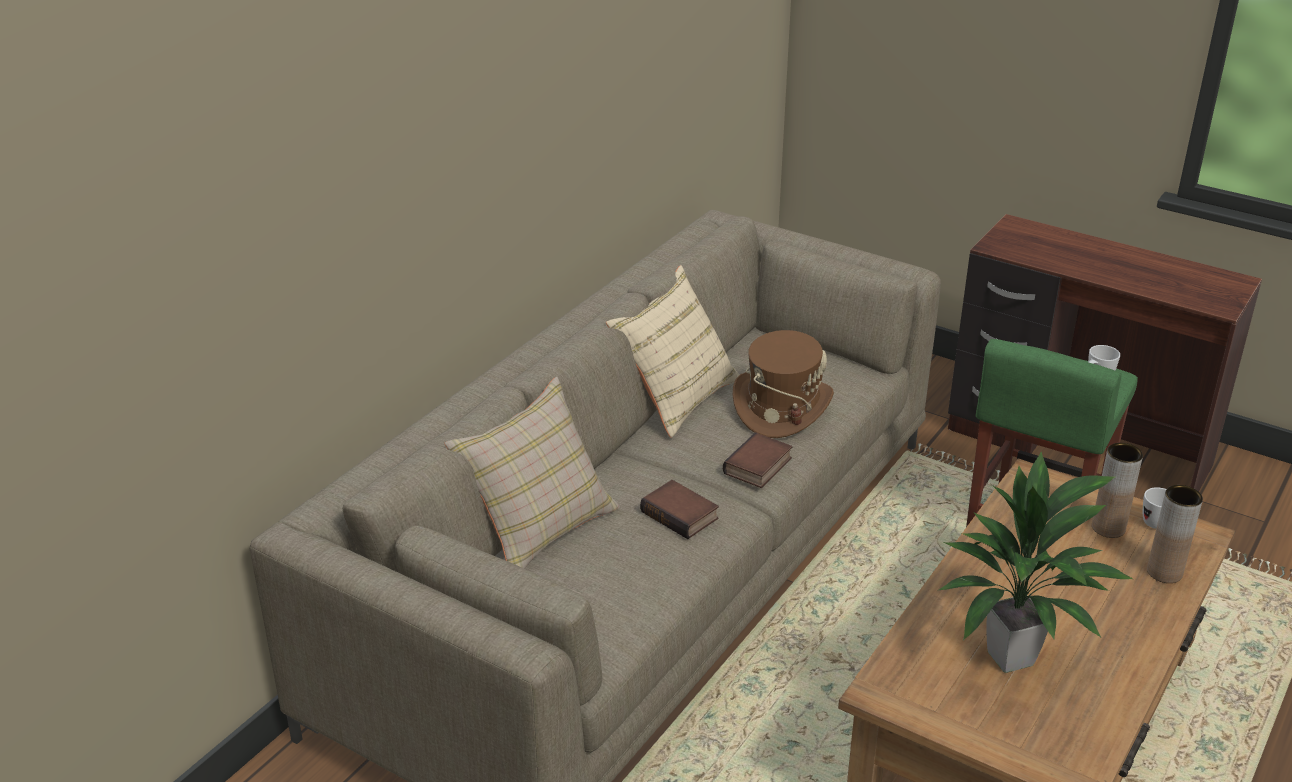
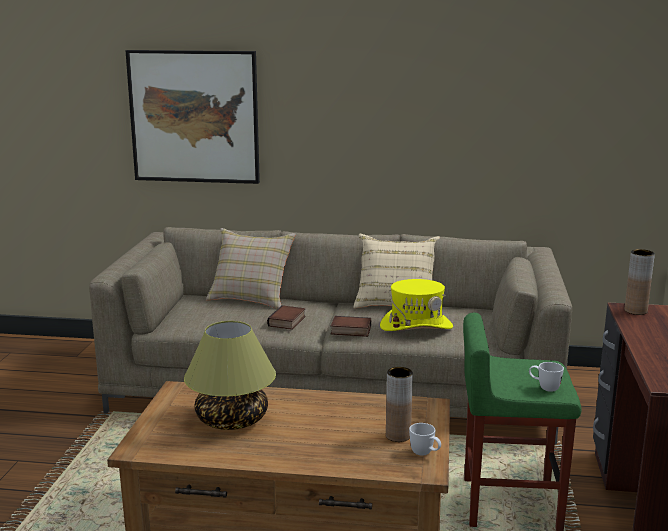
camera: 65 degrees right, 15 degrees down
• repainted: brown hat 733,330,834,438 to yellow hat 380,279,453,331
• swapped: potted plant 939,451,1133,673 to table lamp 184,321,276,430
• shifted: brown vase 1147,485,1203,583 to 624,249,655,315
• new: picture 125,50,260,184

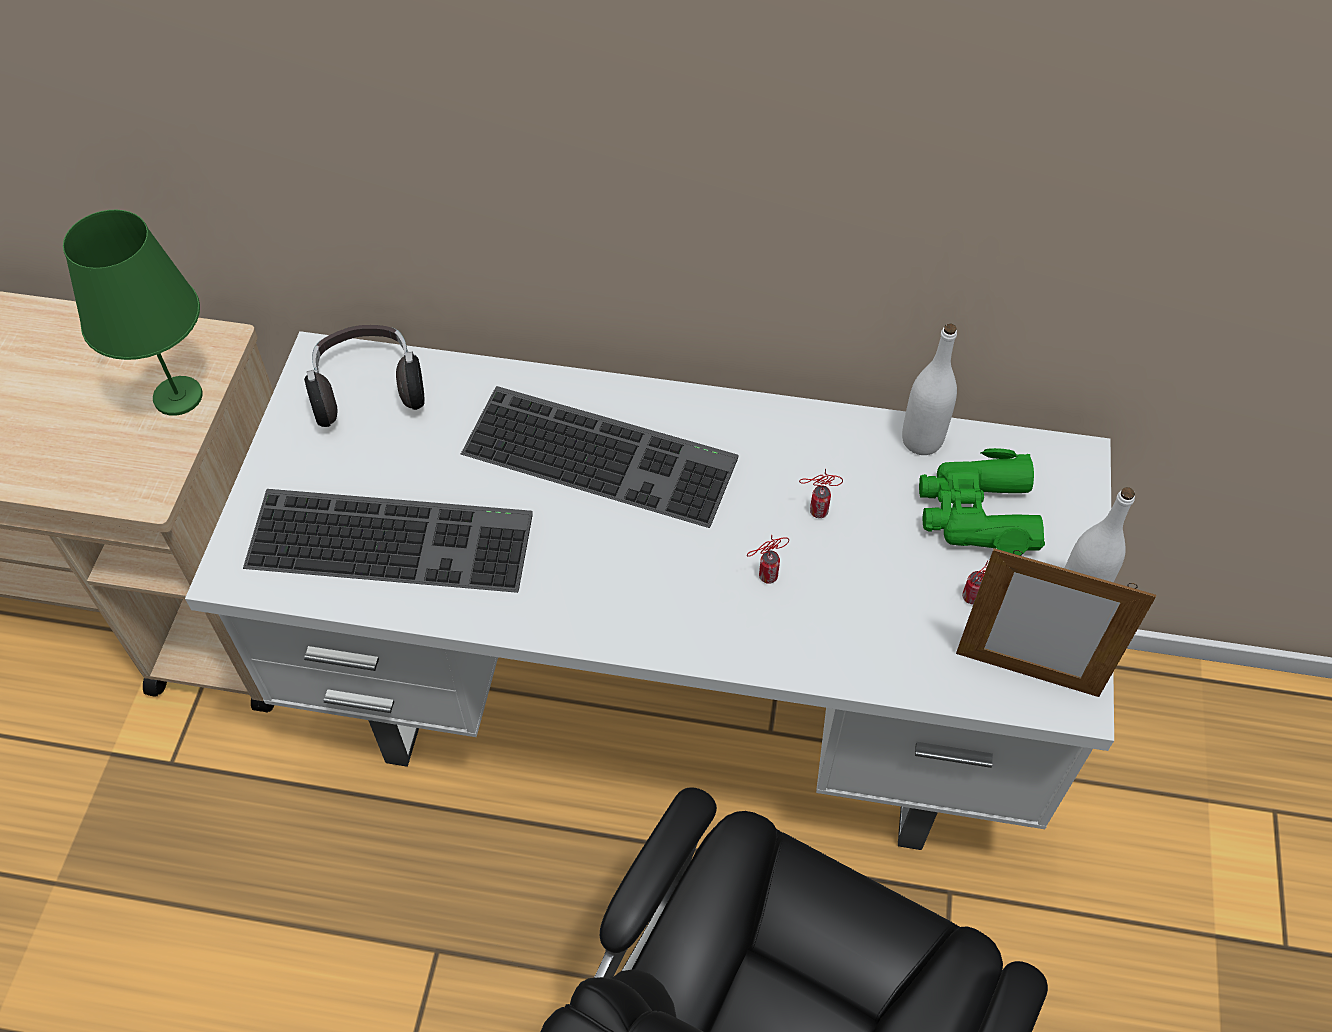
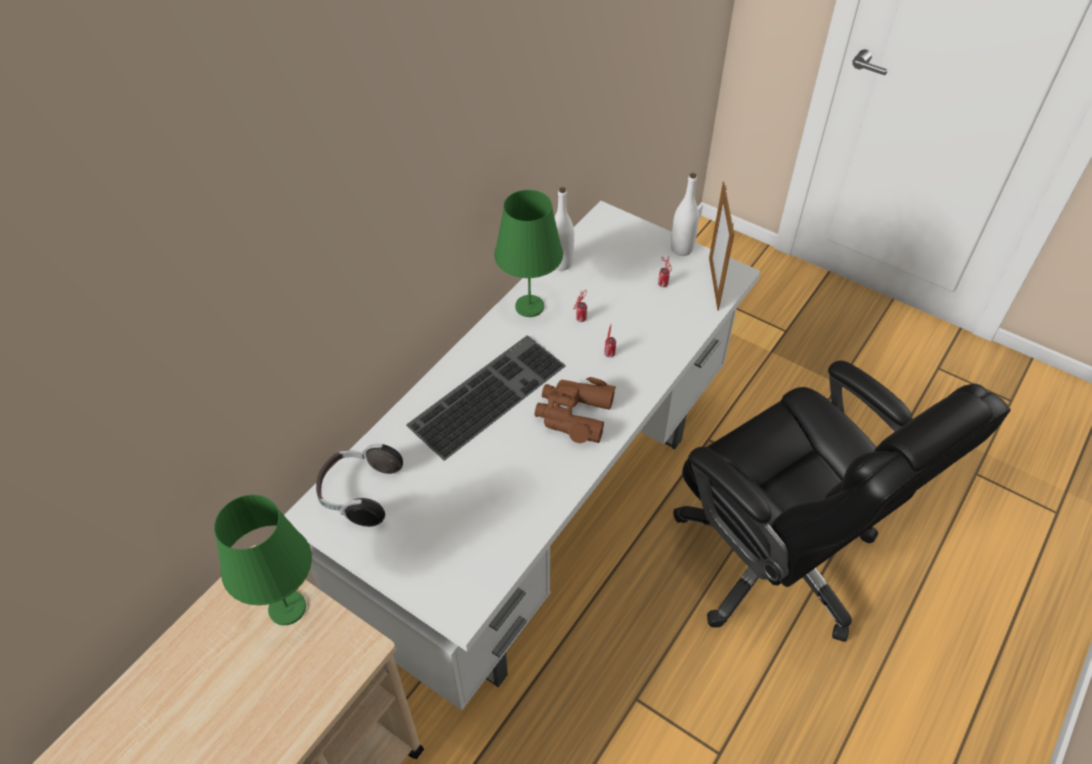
camera: 65 degrees left, 5 degrees down
• gone: green binoculars 919,448,1045,555
• gone: keyboard 243,489,533,593
• rotated: picture frame 956,548,1156,697 = 709,182,734,311 135 degrees clockwise
• new: green table lamp 494,190,563,317
• new: brown binoculars 534,377,616,443

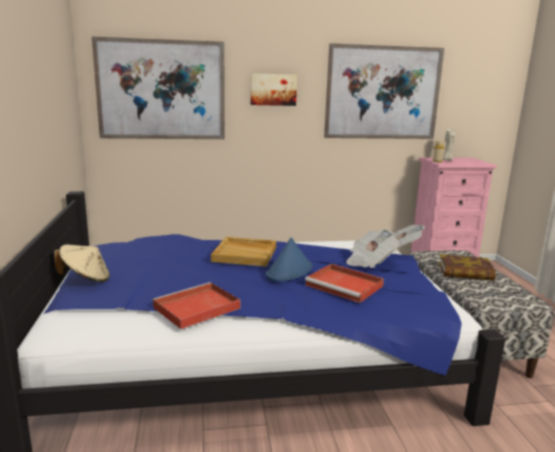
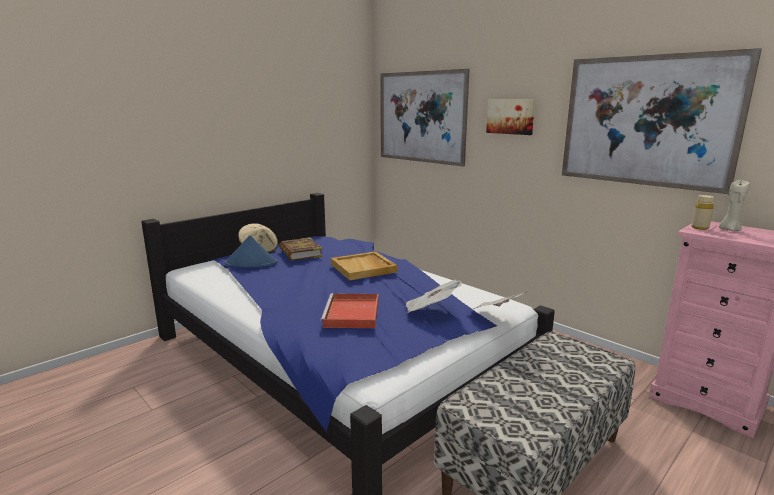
camera: 55 degrees right, 0 degrees up
• shifted: blue hat 266,237,312,281 to 224,235,278,267
• shifted: book 439,254,496,281 to 279,238,323,261
• gone: red tray 152,282,241,329

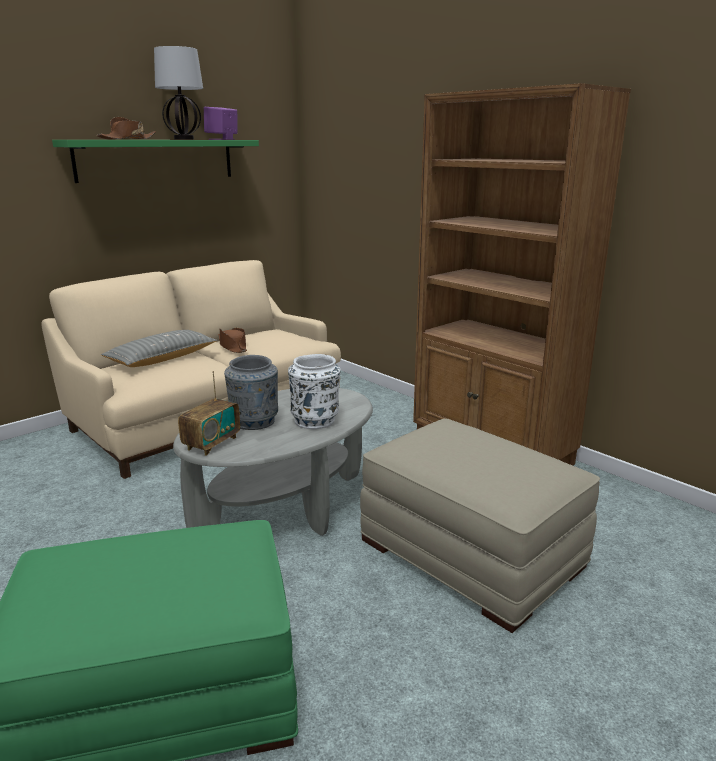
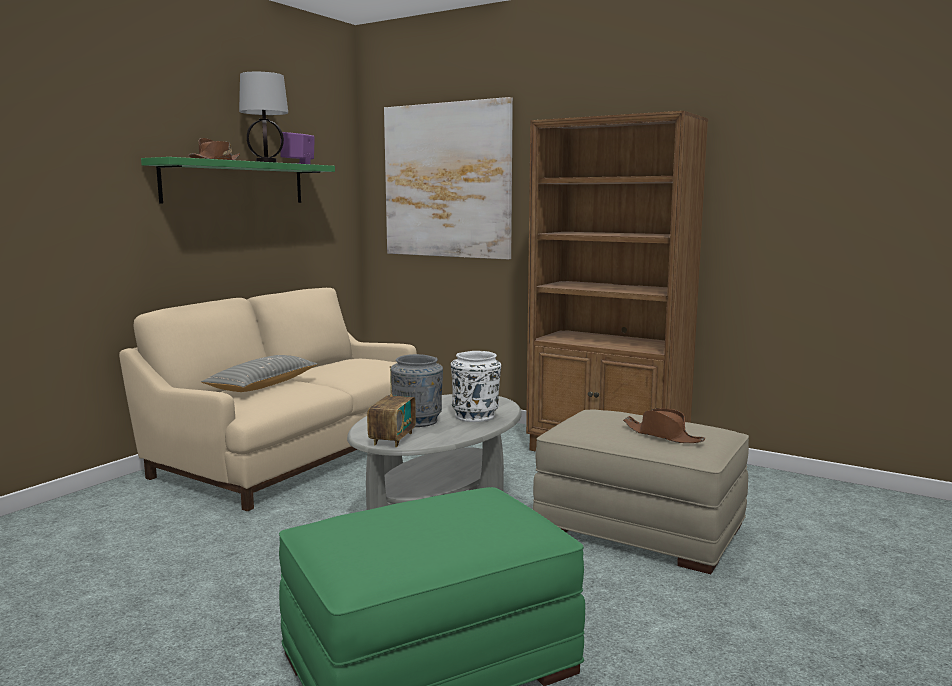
camera: 15 degrees left, 10 degrees down
• shifted: brown hat 218,328,247,353 to 623,408,705,443
• new: picture 384,97,513,259

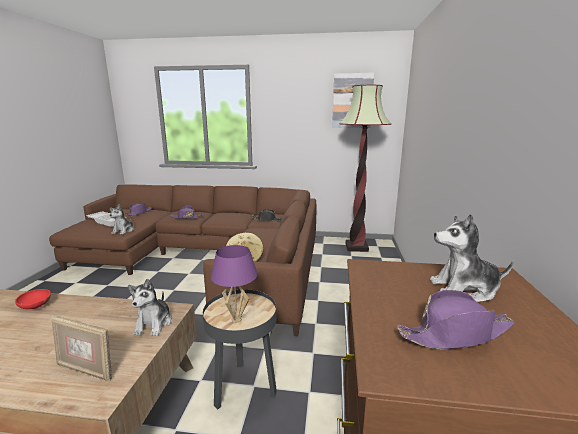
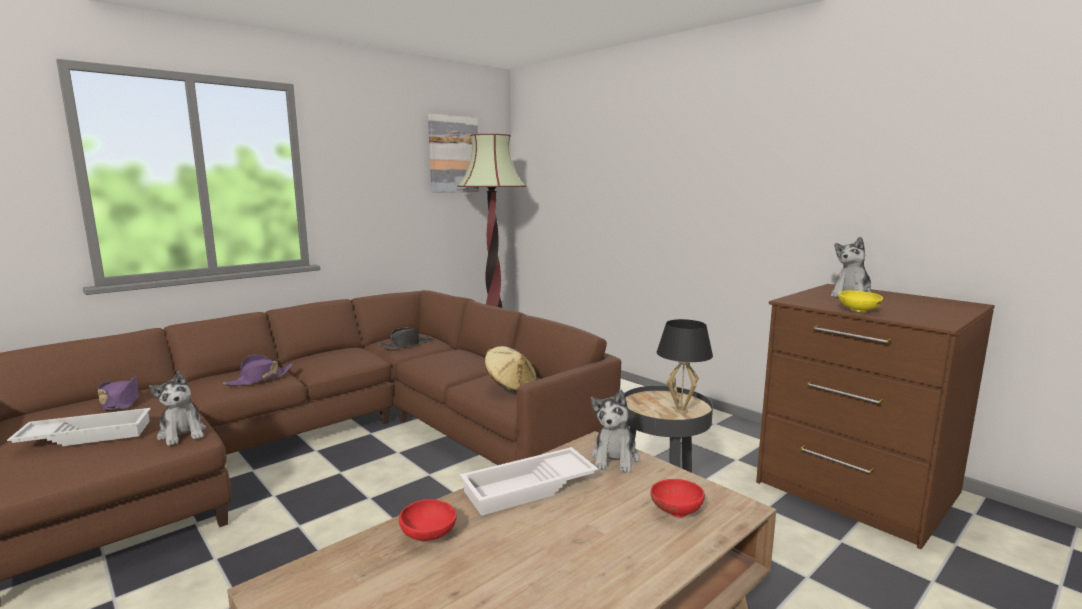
camera: 50 degrees left, 5 degrees down
• repainted: purple table lamp 211,245,257,323 to black table lamp 657,319,713,414
• rotated: plush toy 128,279,172,336 = 591,390,640,473 60 degrees clockwise
• gone: purple hat 397,290,515,350
• swapped: picture frame 51,316,112,381 to red bowl 650,479,705,518
• new: yellow bowl 839,290,883,312
• new: white tray 460,447,598,516

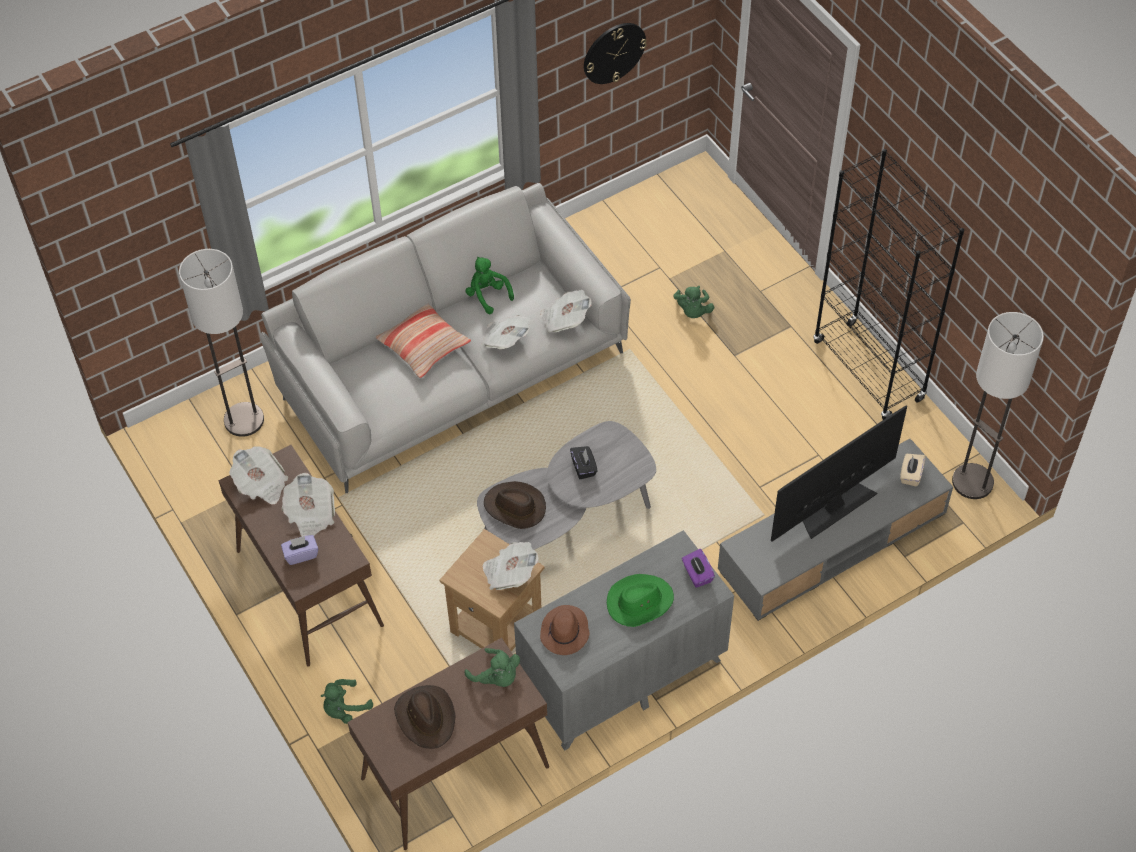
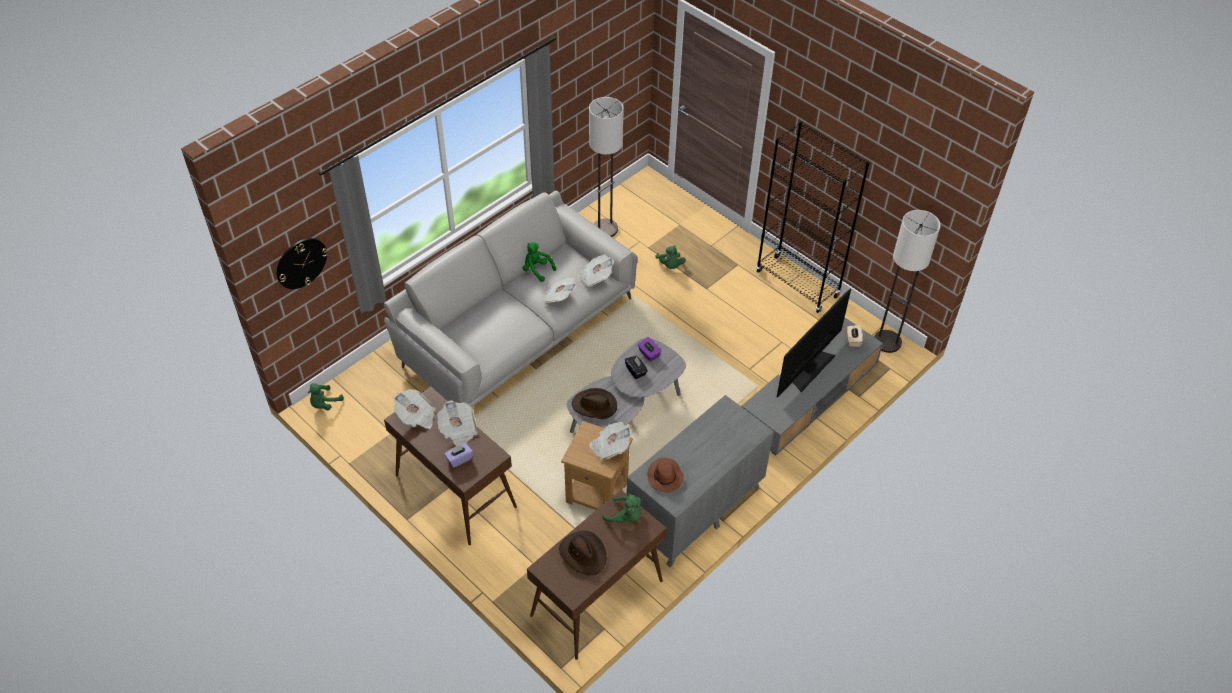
camera: 15 degrees left, 5 degrees down
• shifted: wall clock 584,23,647,84 to 277,238,328,289
• shifted: floor lamp 179,249,264,437 to 589,97,624,237
• gone: pillow 375,304,471,378
• shifted: purple tissue box 682,549,715,588 to 638,337,661,362
• gone: green hat 607,574,674,627
• shifted: green plush toy 321,679,373,724 to 307,383,344,410

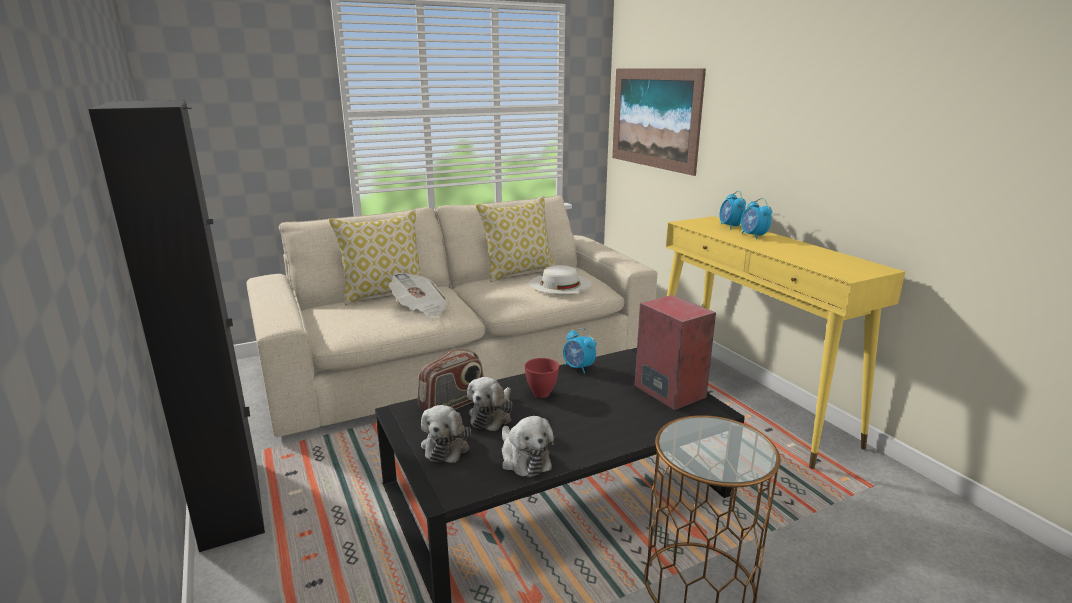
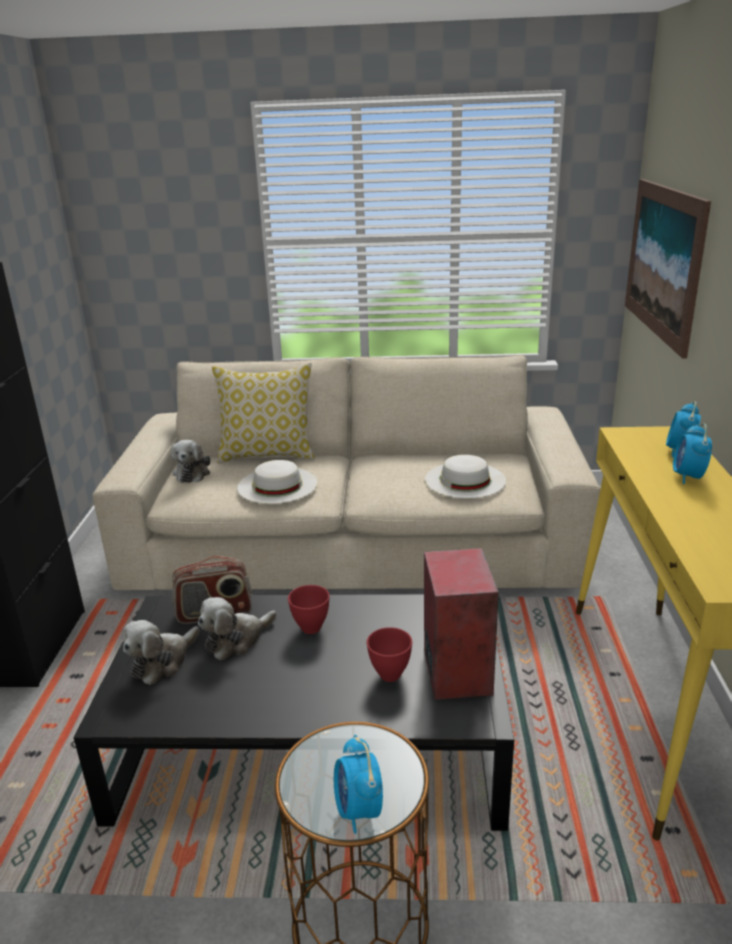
camera: 30 degrees right, 5 degrees up
• gone: pillow 476,196,556,282
• swapped: newspaper 389,272,449,318 to white hat 237,460,318,504
• shifted: alarm clock 563,328,597,374 to 334,735,383,834
• shifted: plush toy 502,416,555,477 to 171,440,210,483
• new: red bowl 367,627,412,682

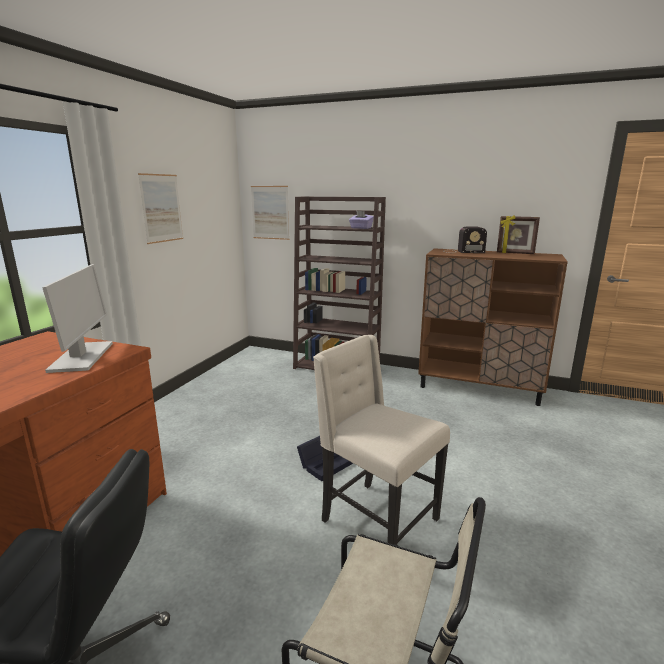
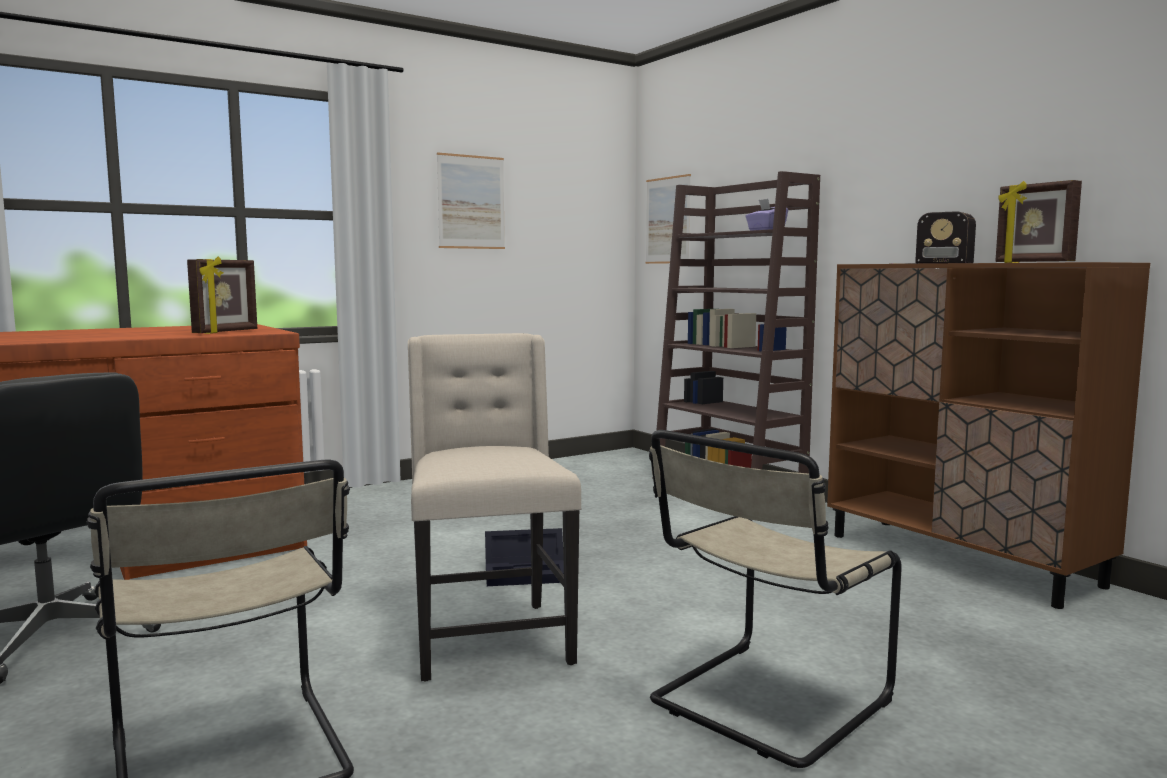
camera: 35 degrees right, 10 degrees down
• swapped: monitor 42,264,113,373 to picture frame 187,256,257,334
• new: beige chair 649,430,902,768

